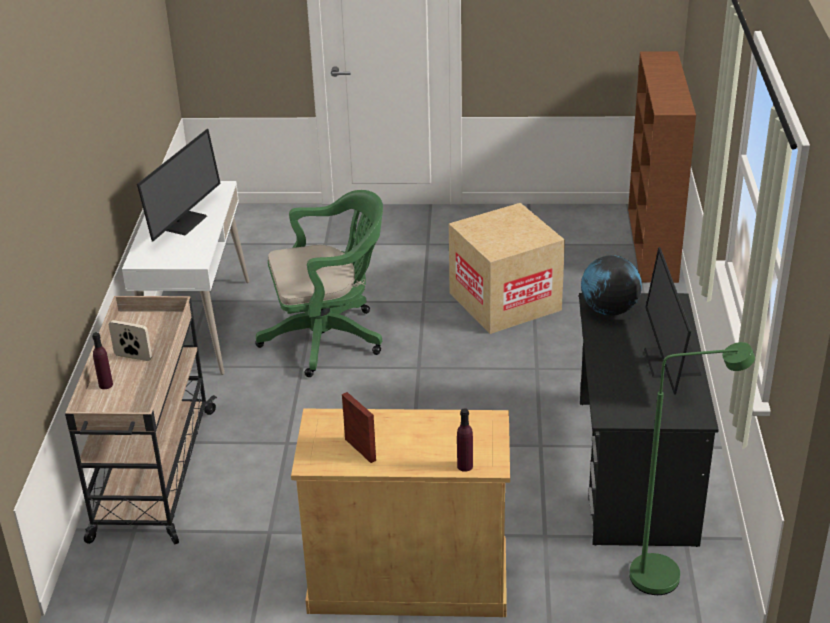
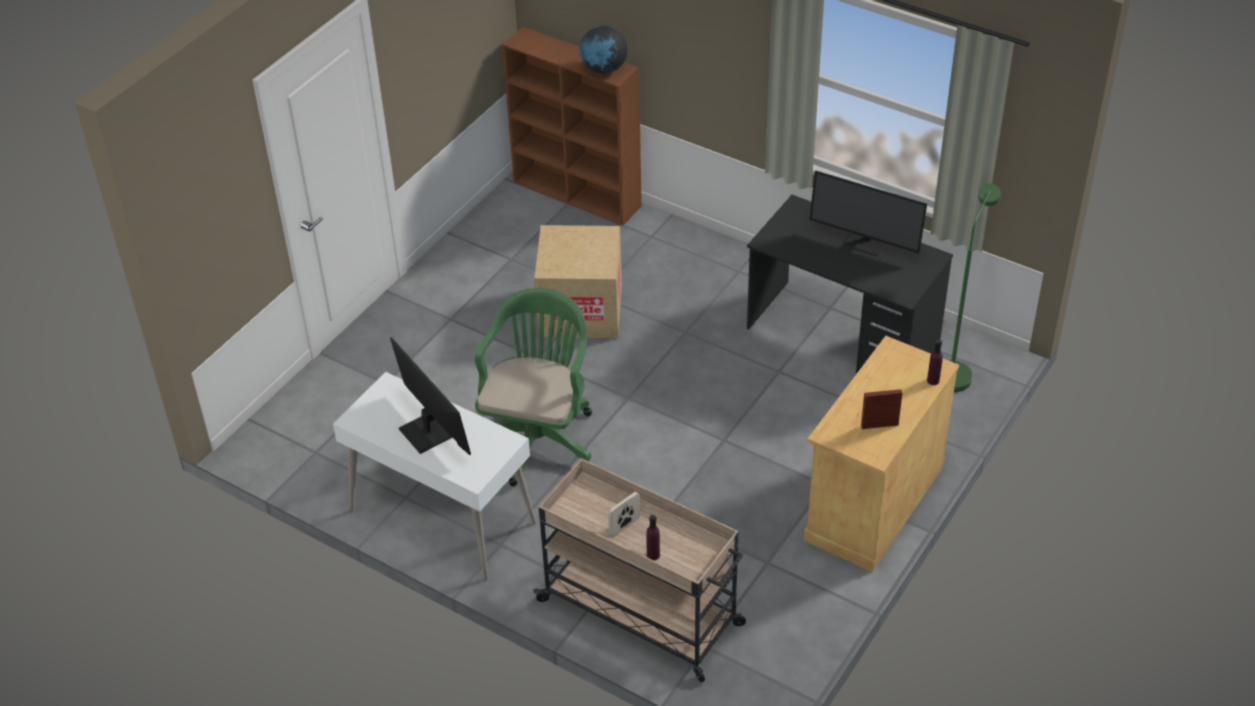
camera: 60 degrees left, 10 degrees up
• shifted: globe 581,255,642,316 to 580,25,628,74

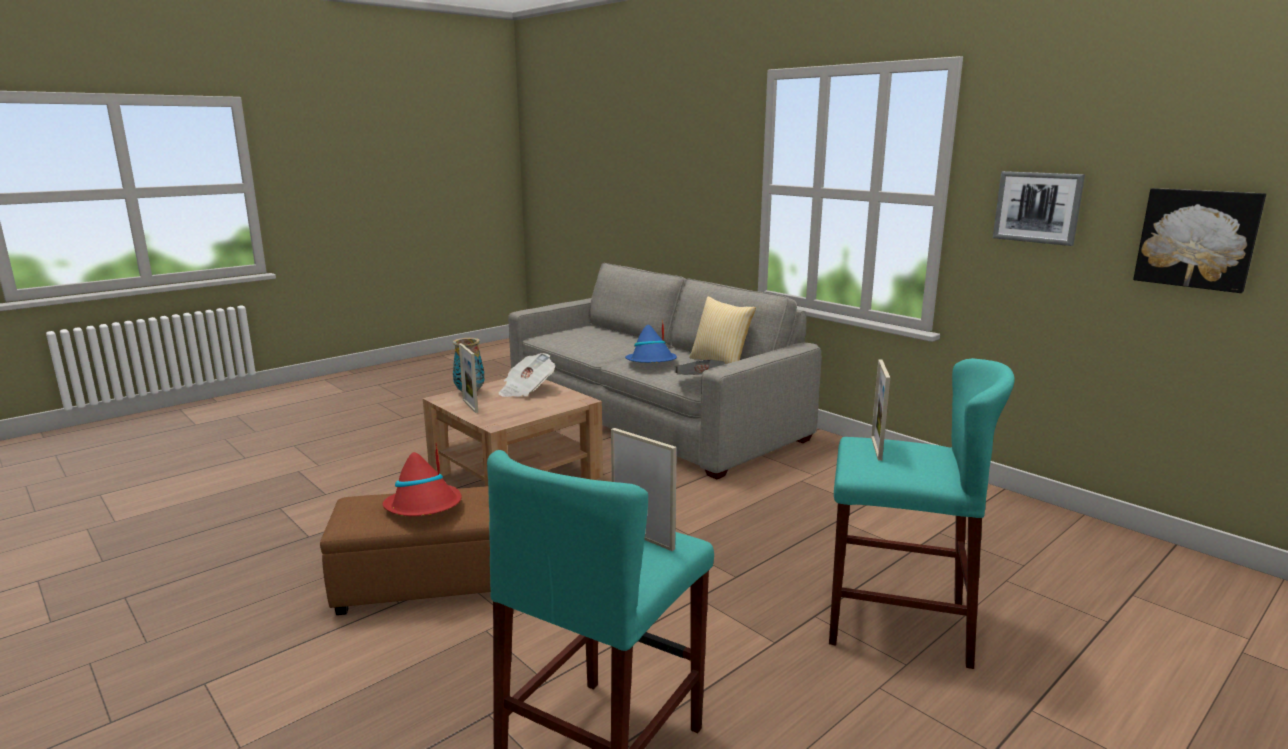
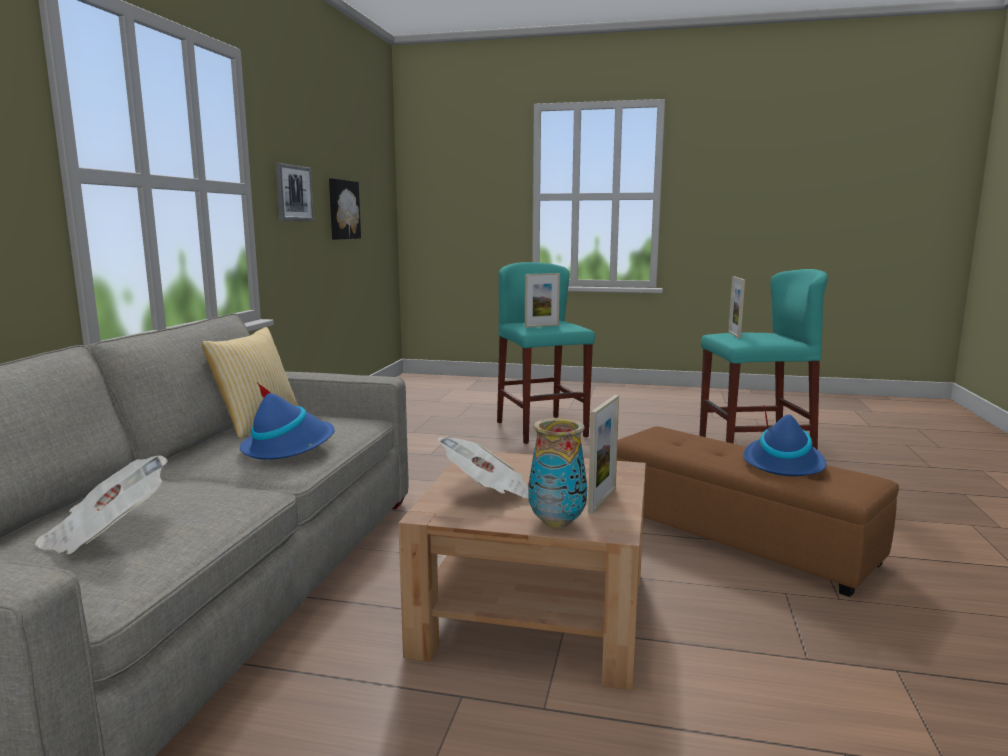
camera: 125 degrees left, 5 degrees down
• shifted: newspaper 674,360,725,375 to 35,456,168,555
• repainted: red hat 383,444,462,516 to blue hat 743,405,826,476

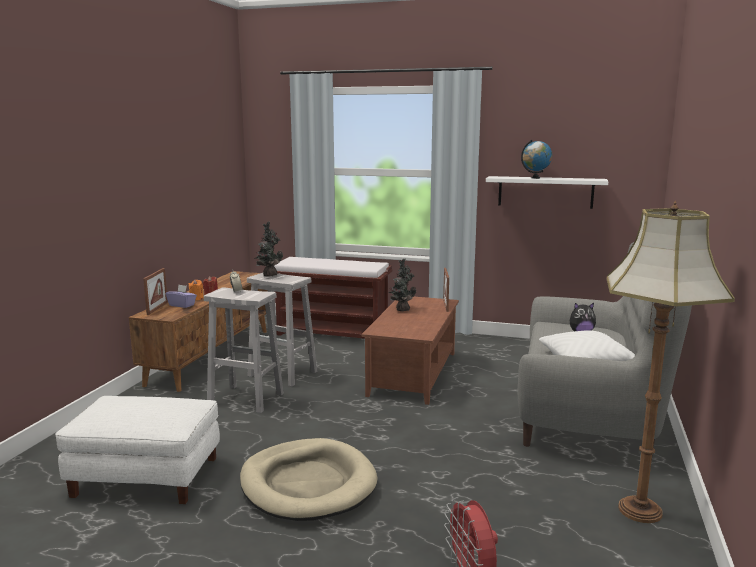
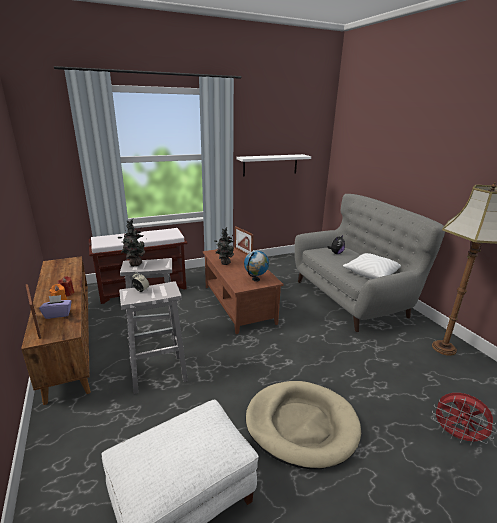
camera: 40 degrees left, 10 degrees up
• shifted: globe 521,140,552,179 to 244,251,269,281

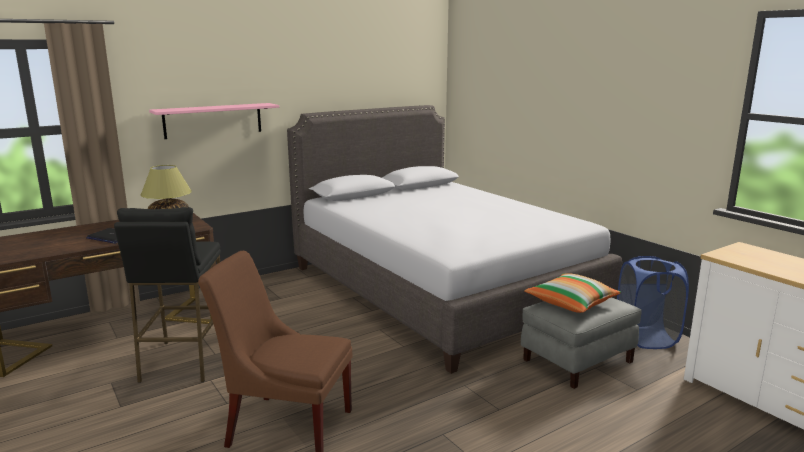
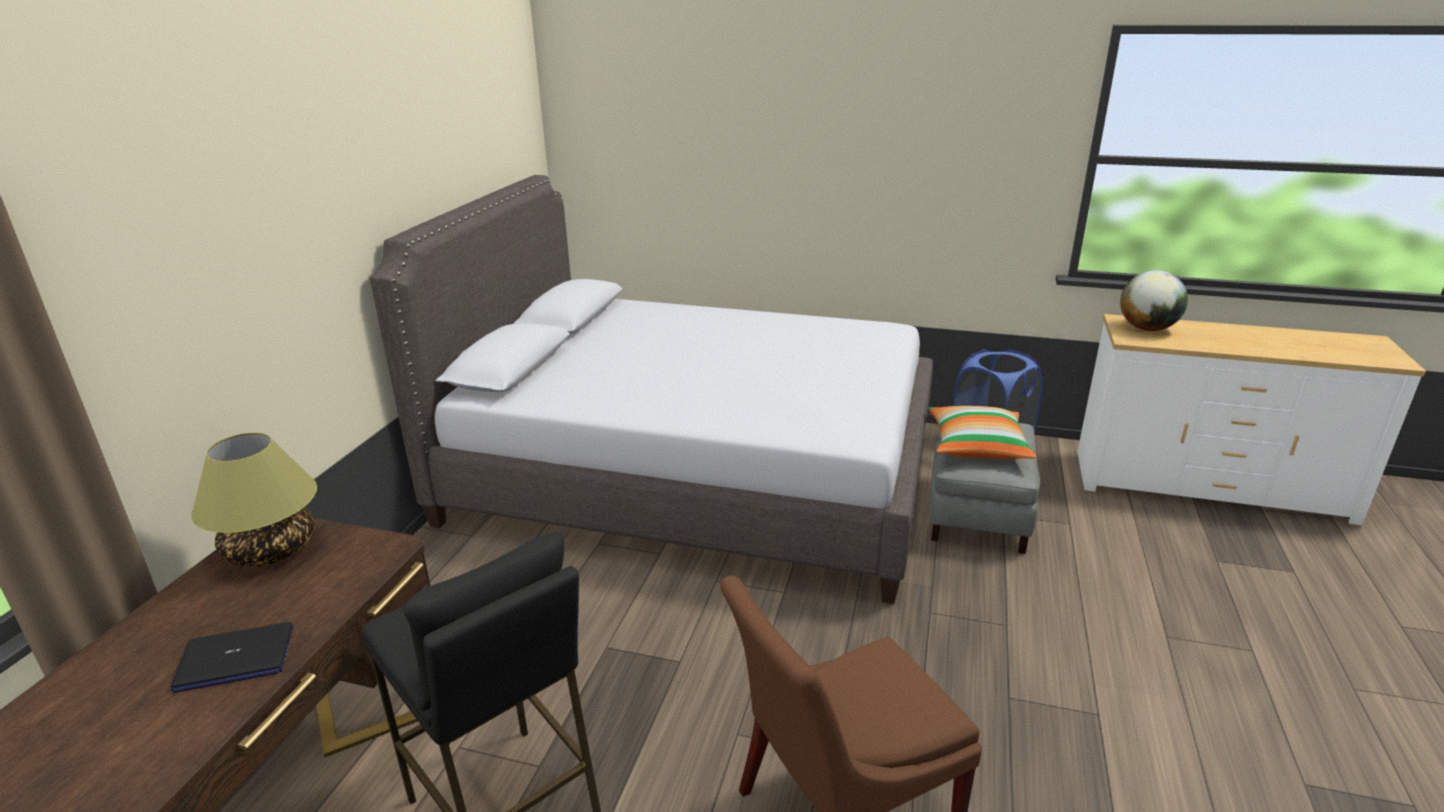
camera: 40 degrees left, 10 degrees up
• gone: pink shelf 149,103,279,139
• new: globe 1120,270,1188,331

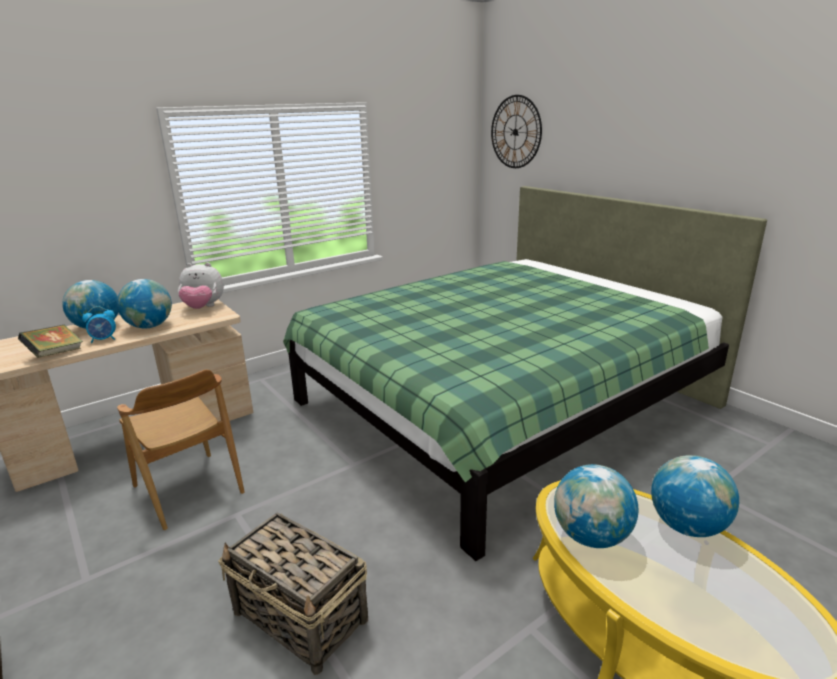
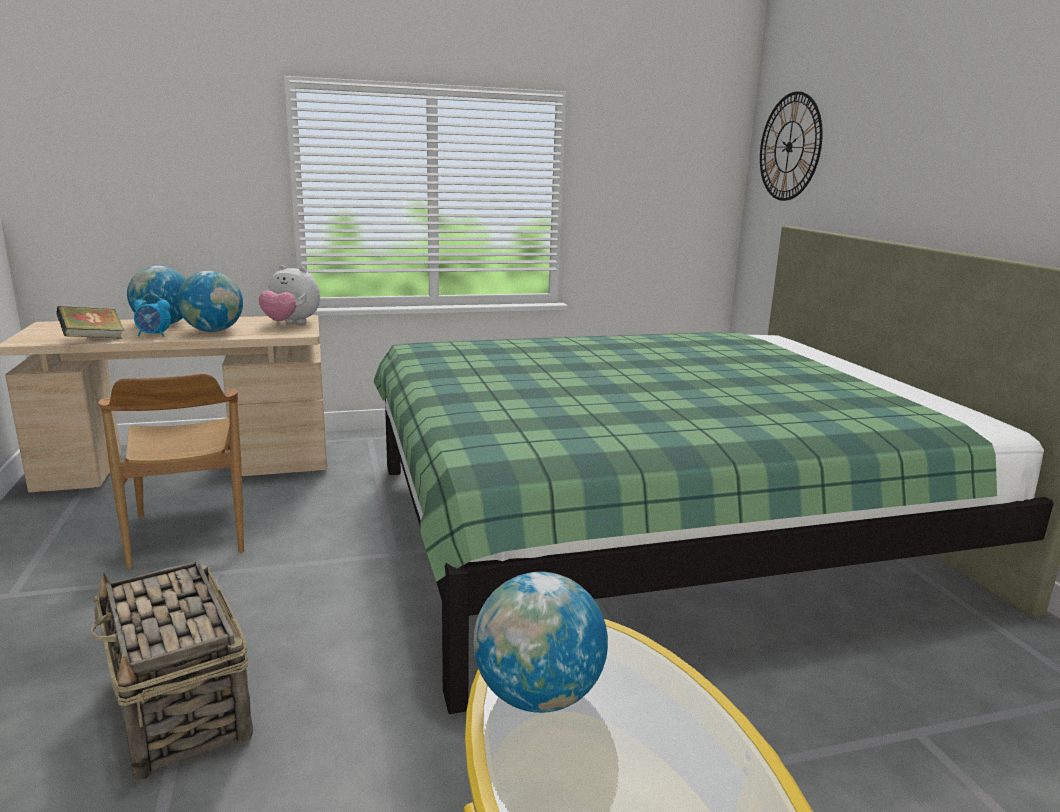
camera: 20 degrees right, 5 degrees down
• gone: globe 651,455,739,537

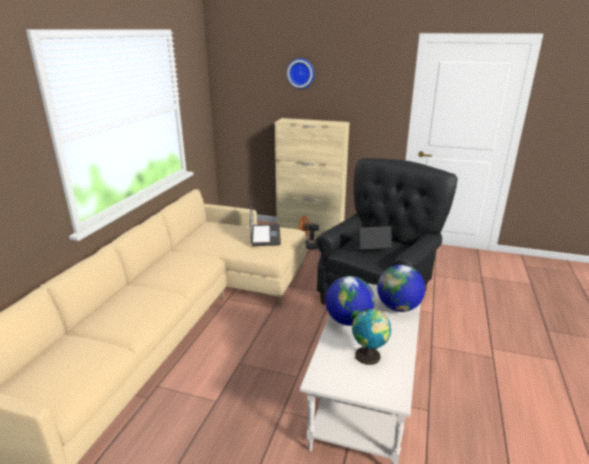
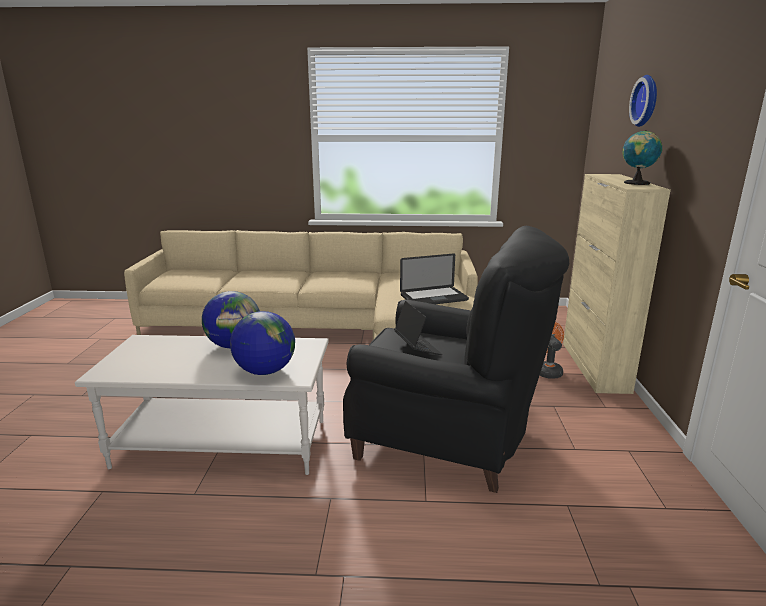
camera: 75 degrees right, 5 degrees down
• shifted: globe 352,309,391,365 to 623,130,662,185

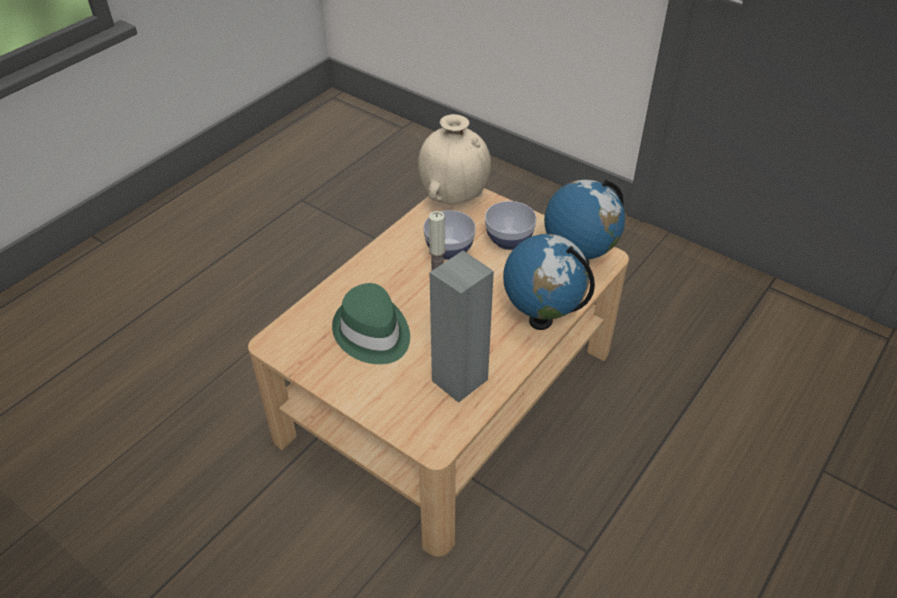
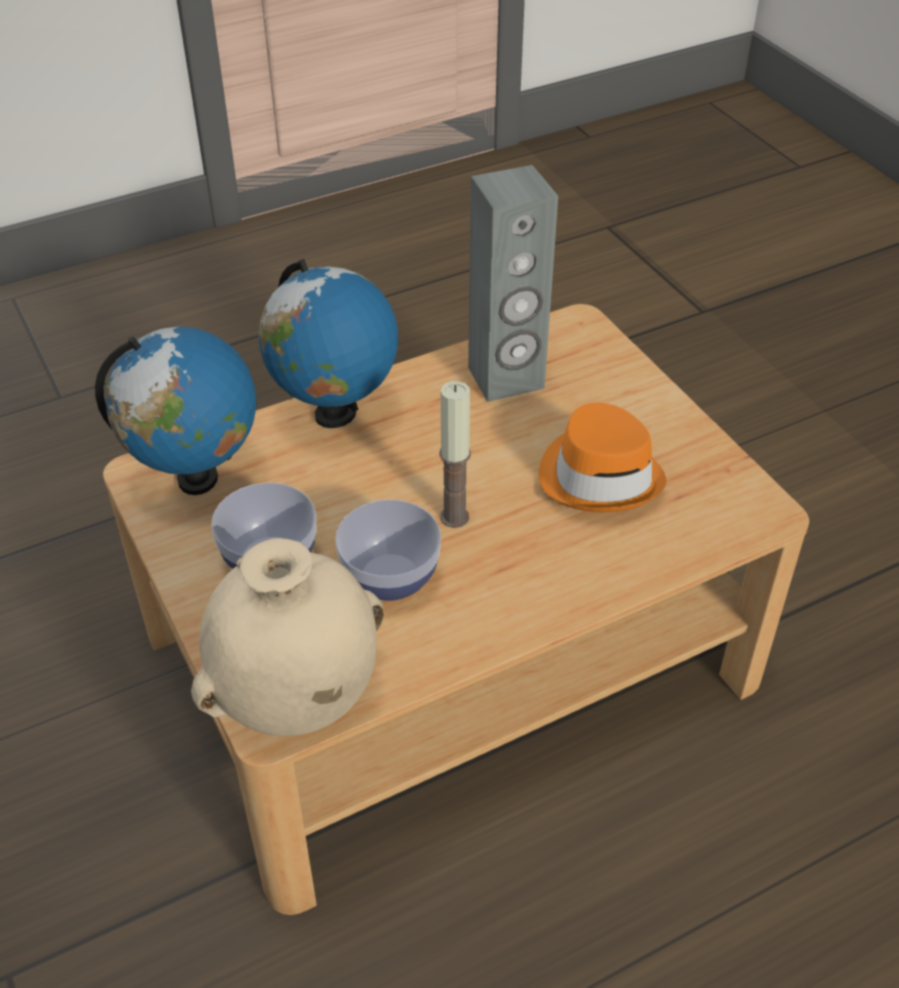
camera: 155 degrees left, 0 degrees up
• repainted: green hat 332,283,410,364 to orange hat 539,403,666,512

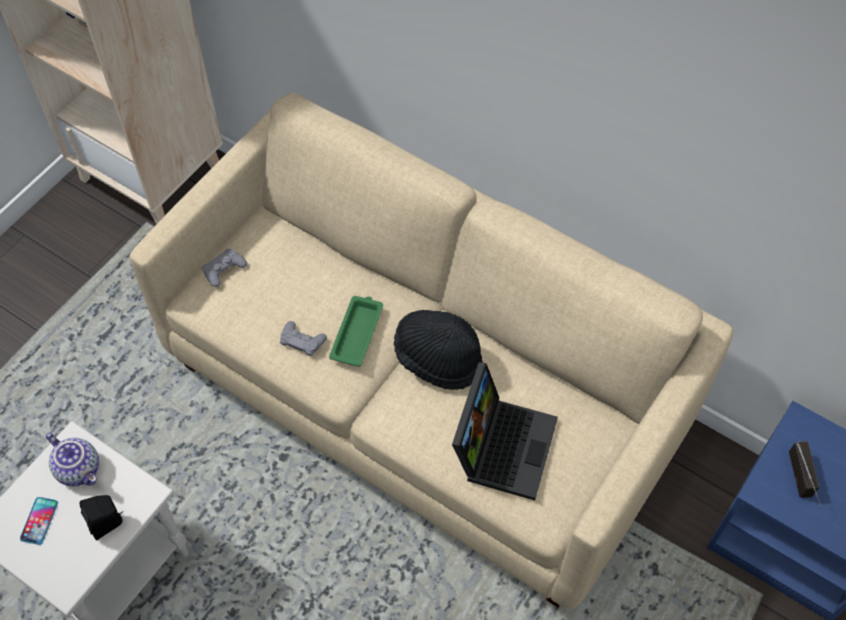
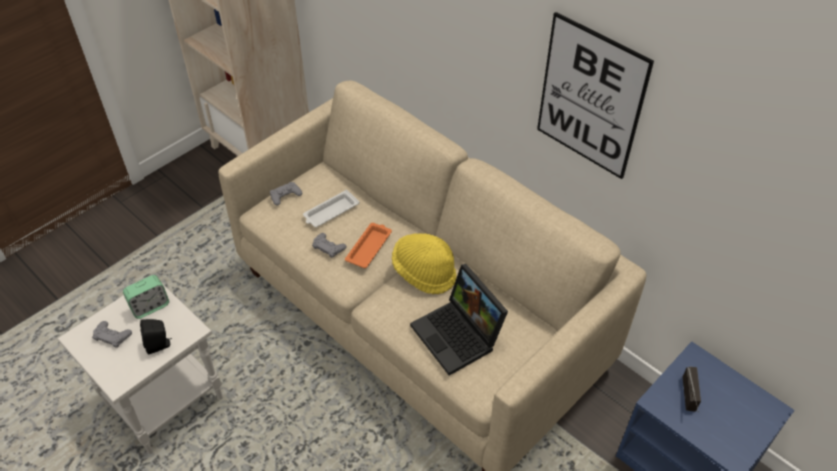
camera: 10 degrees right, 10 degrees down
• repainted: green tray 329,296,383,366 to orange tray 345,223,392,268
• repainted: black hat 394,310,483,390 to yellow hat 392,233,456,294
• rotated: laptop 452,362,558,501 = 410,264,508,375 120 degrees clockwise
• swapped: teapot 46,432,99,486 to alarm clock 123,275,169,319
• swapped: phone 20,497,58,545 to grey game controller 92,321,132,348
• new: picture 537,12,654,179
• new: white tray 303,190,359,227

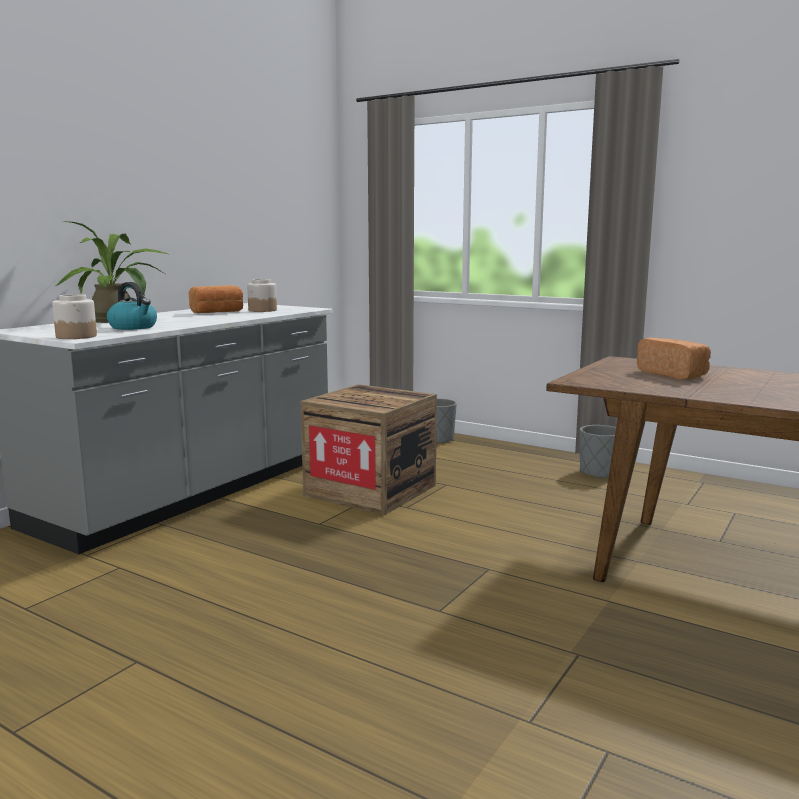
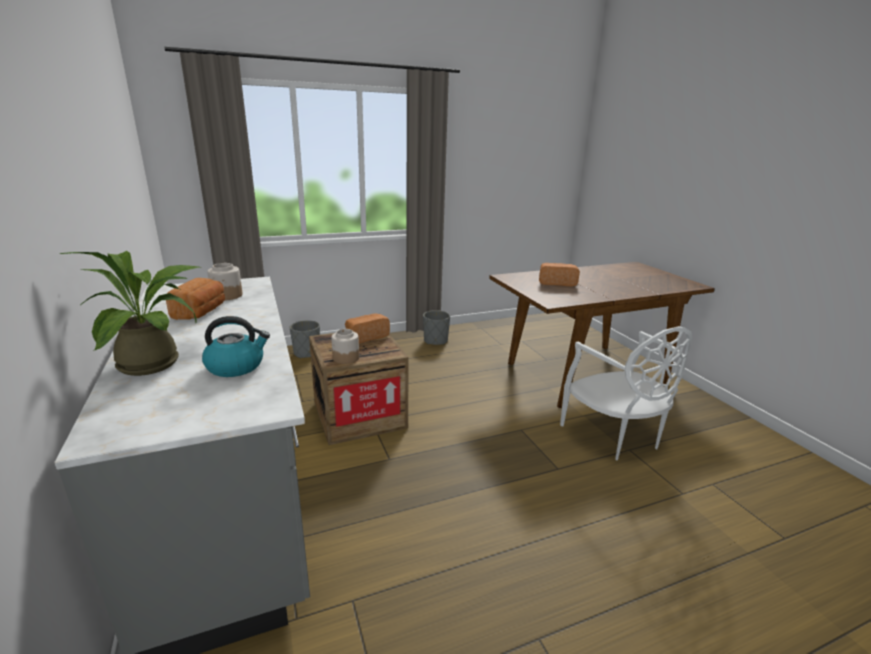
camera: 55 degrees left, 10 degrees up
• shifted: jar 52,294,97,339 to 331,329,359,364
• new: bread 345,313,390,344
• new: white chair 560,326,692,460

